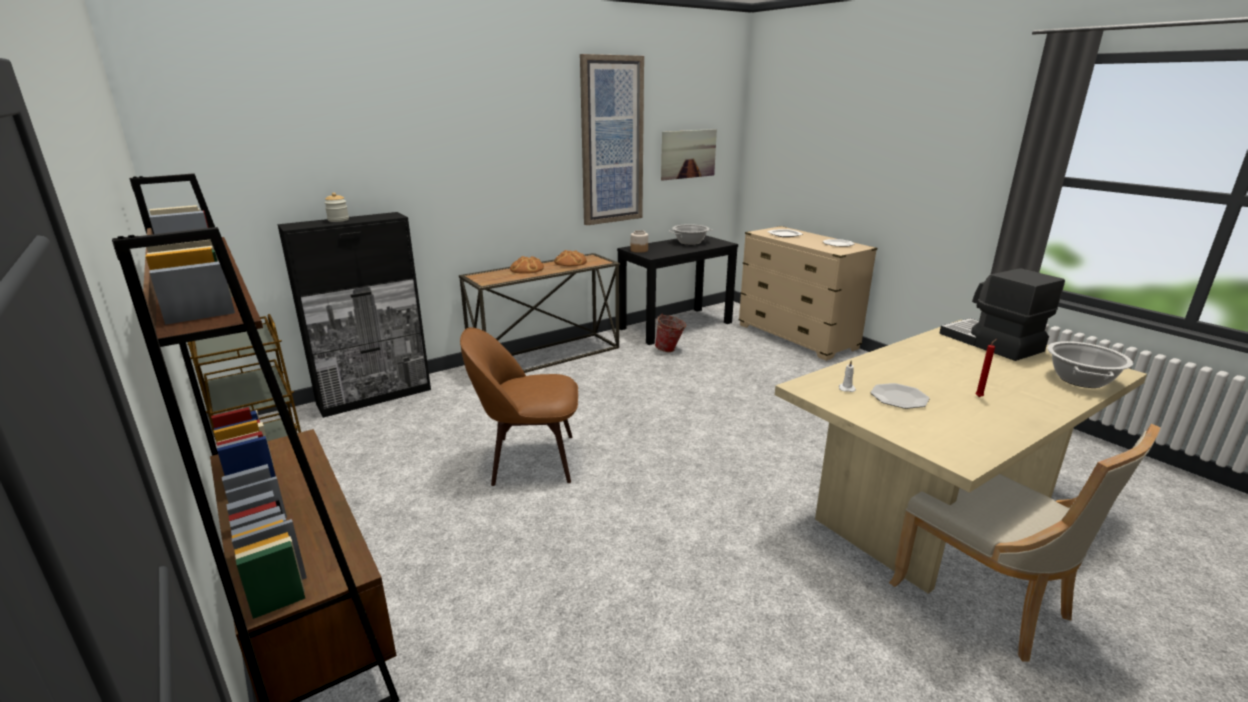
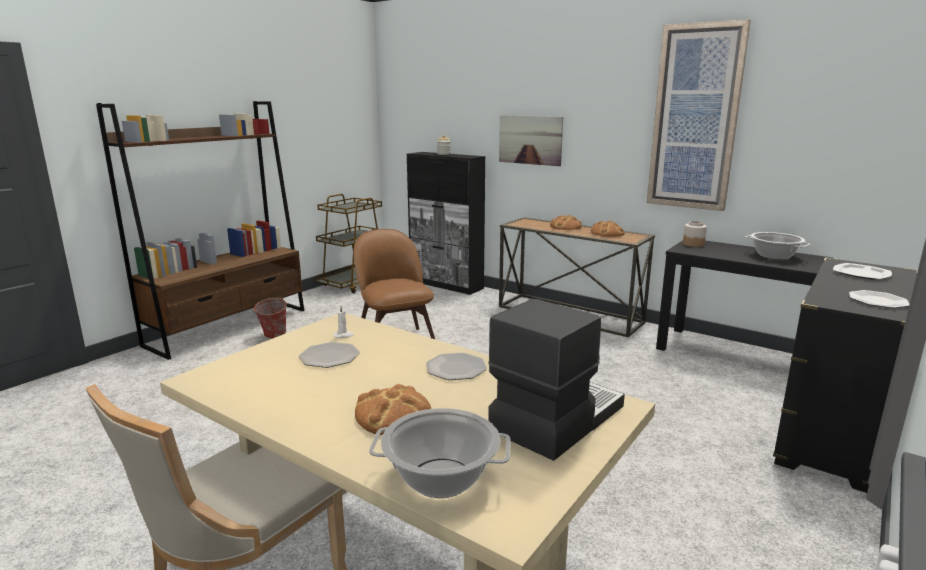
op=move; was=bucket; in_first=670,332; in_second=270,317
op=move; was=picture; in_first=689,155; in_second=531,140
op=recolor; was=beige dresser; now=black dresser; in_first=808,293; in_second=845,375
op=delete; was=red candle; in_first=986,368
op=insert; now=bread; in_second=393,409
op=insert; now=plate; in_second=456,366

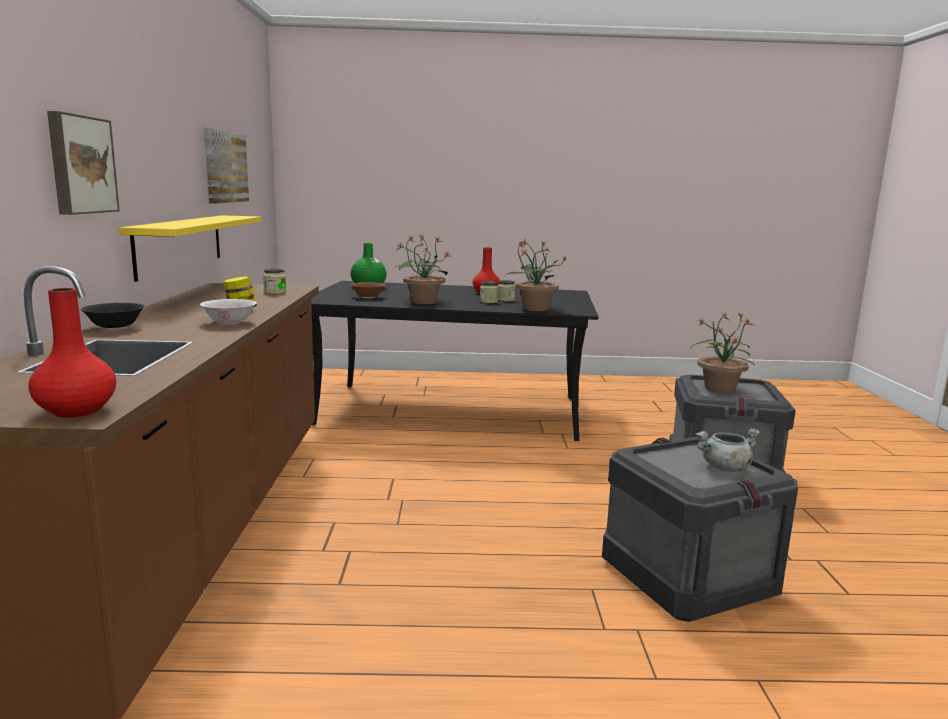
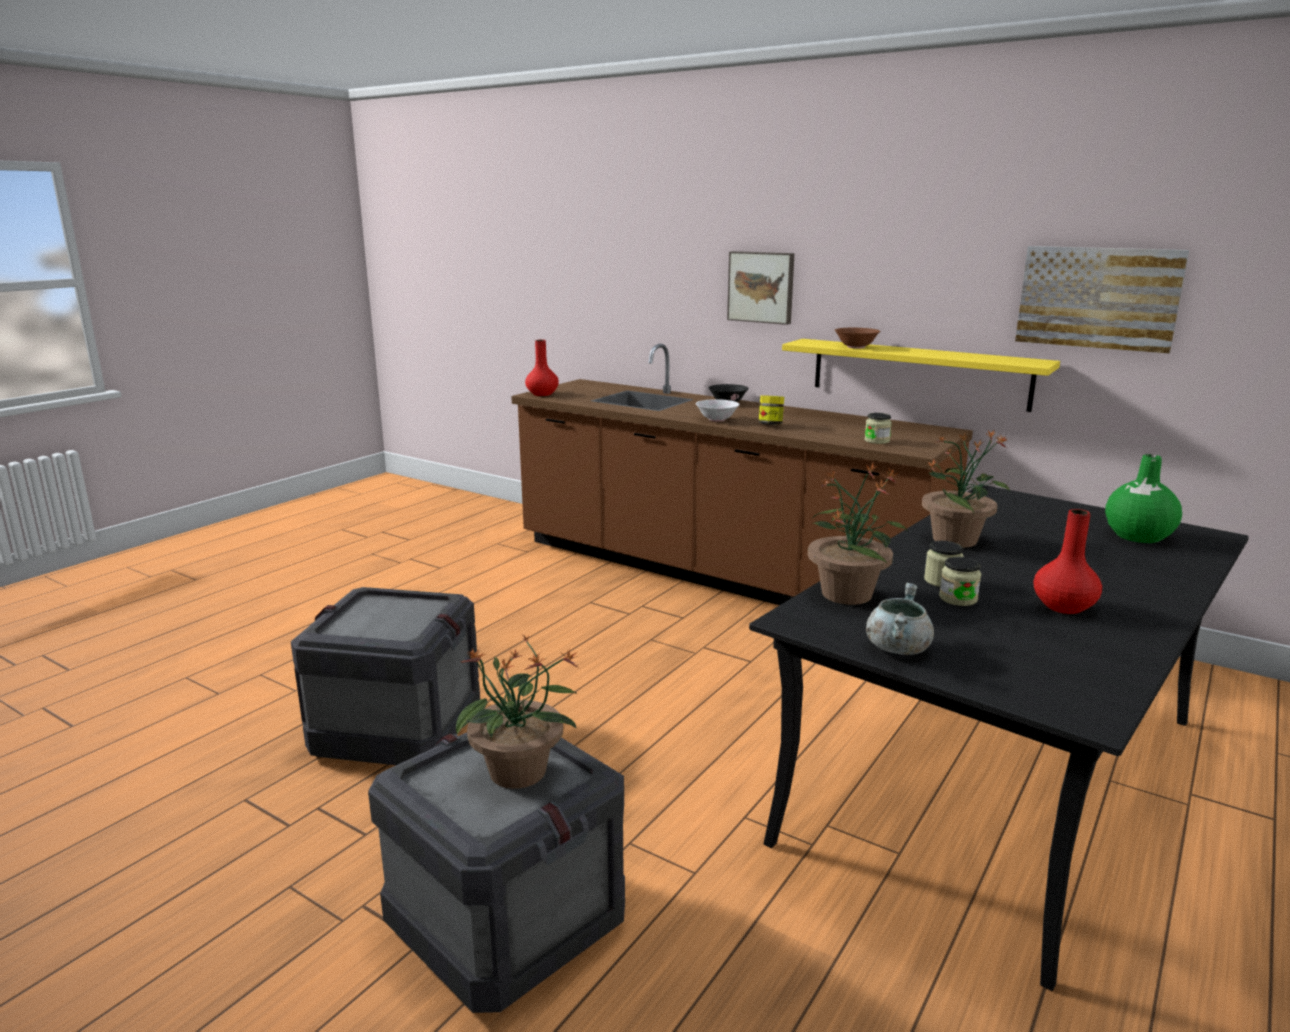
op=move; was=brown bowl; in_first=368,290; in_second=858,338
op=move; was=grey cooking pot; in_first=727,450; in_second=900,619

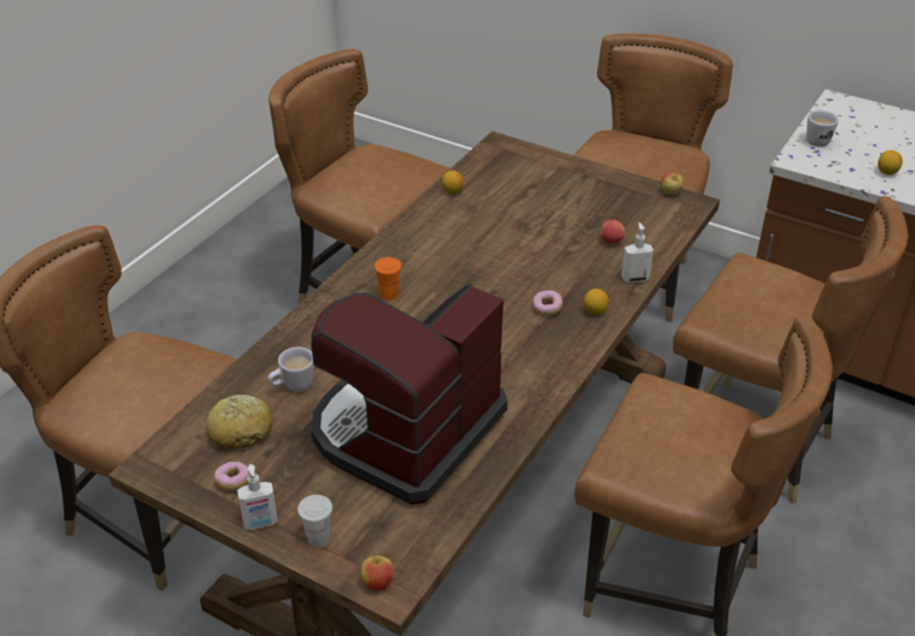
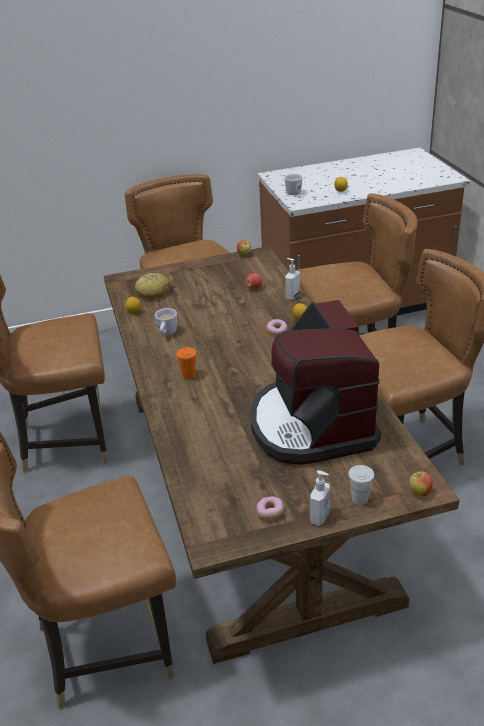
op=move; was=bread; in_first=239,422; in_second=152,286
op=move; was=white mug; in_first=291,369; in_second=166,321

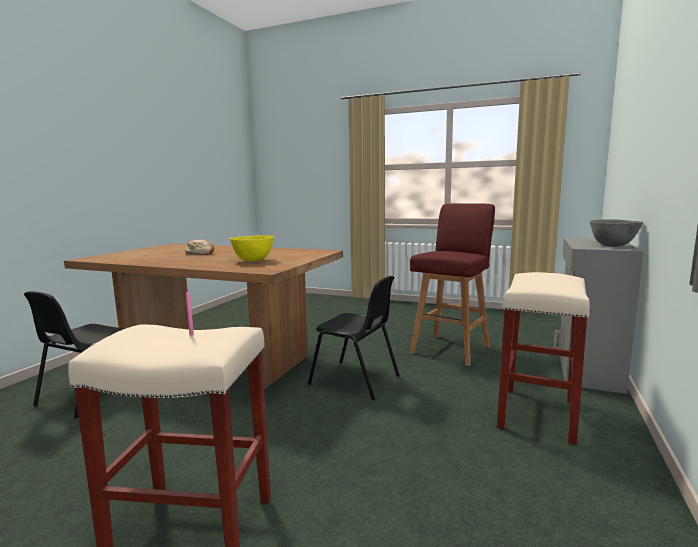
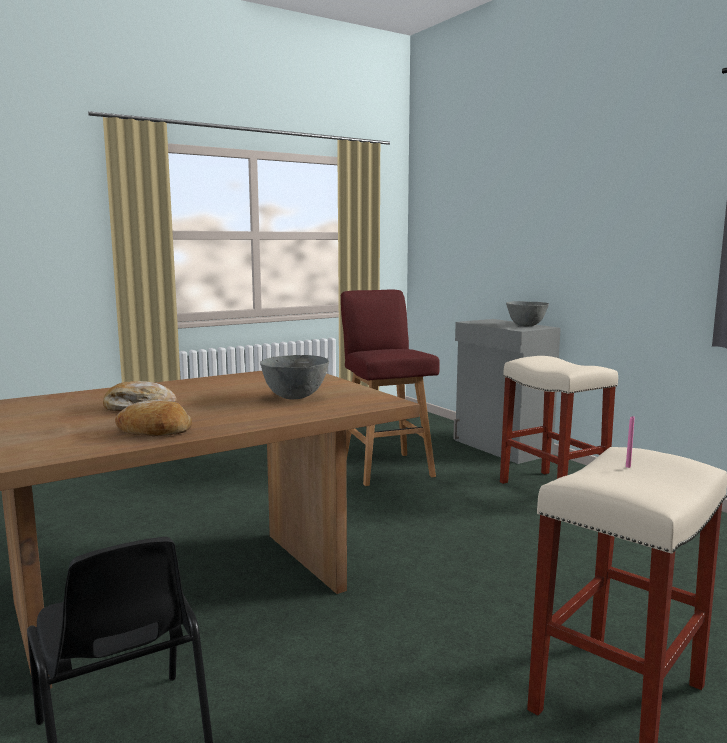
op=recolor; was=yellow bowl; now=grey bowl; in_first=252,248; in_second=294,377
op=delete; was=black chair; in_first=354,338
op=insert; now=bread; in_second=153,418

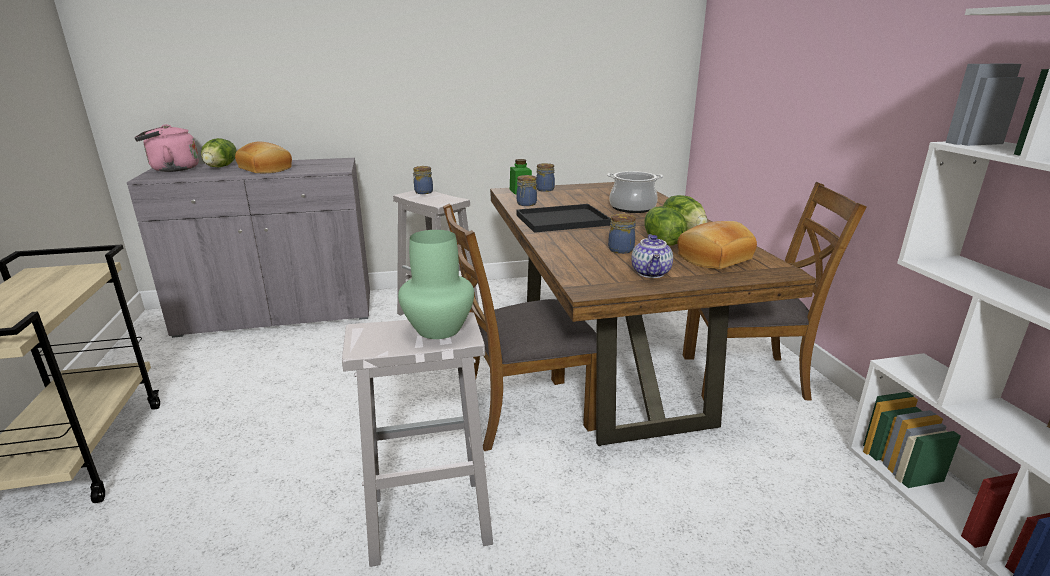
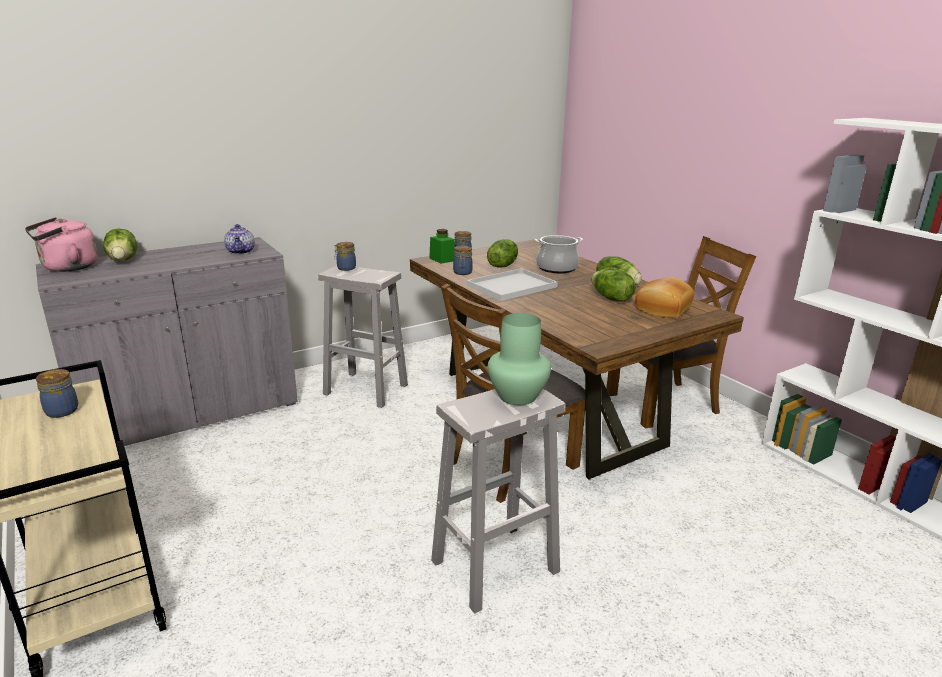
op=delete; was=bread; in_first=263,157
op=recolor; was=black tray; now=white tray; in_first=563,218; in_second=512,284
op=move; was=jar; in_first=622,233; in_second=57,393
op=move; was=teapot; in_first=652,256; in_second=239,239
op=insert; now=lettuce; in_second=502,253

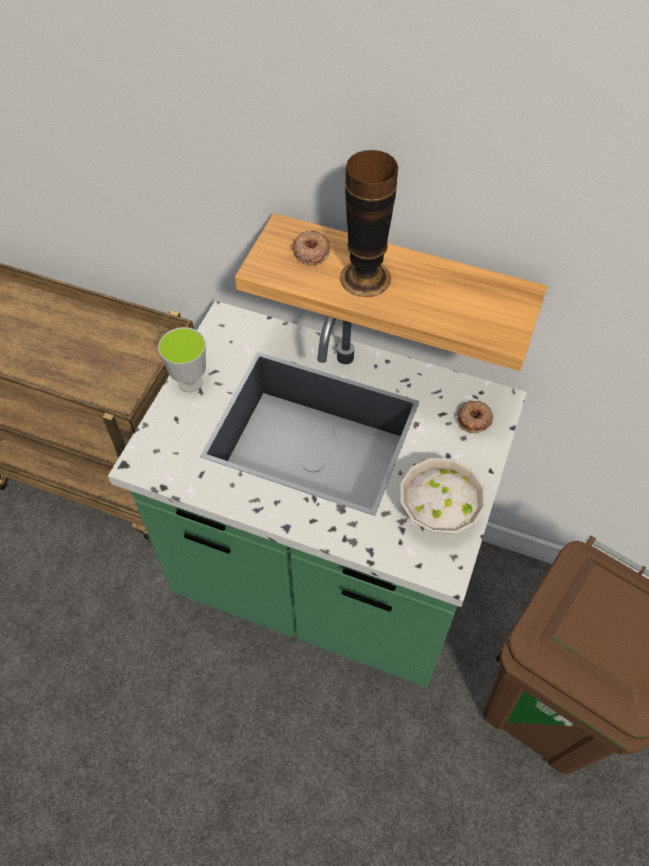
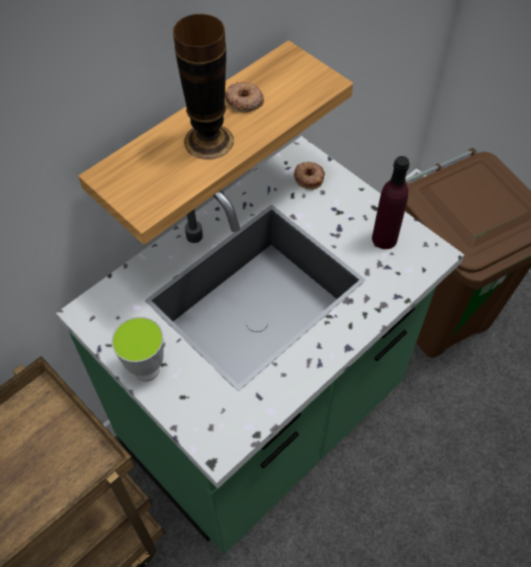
op=move; was=donut; in_first=311,247; in_second=244,97
op=replace; was=white bowl; now=purple bottle; in_first=443,496; in_second=391,202

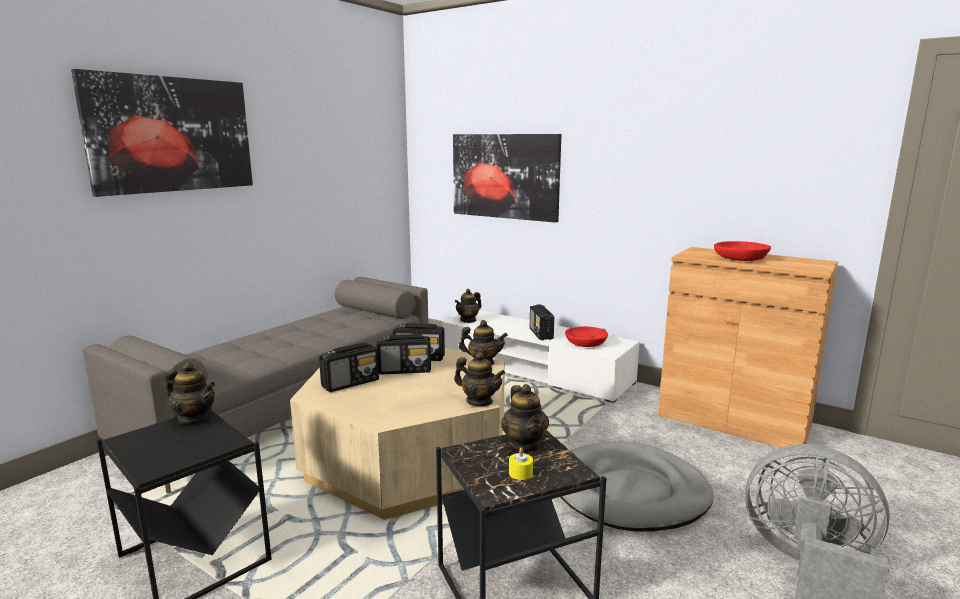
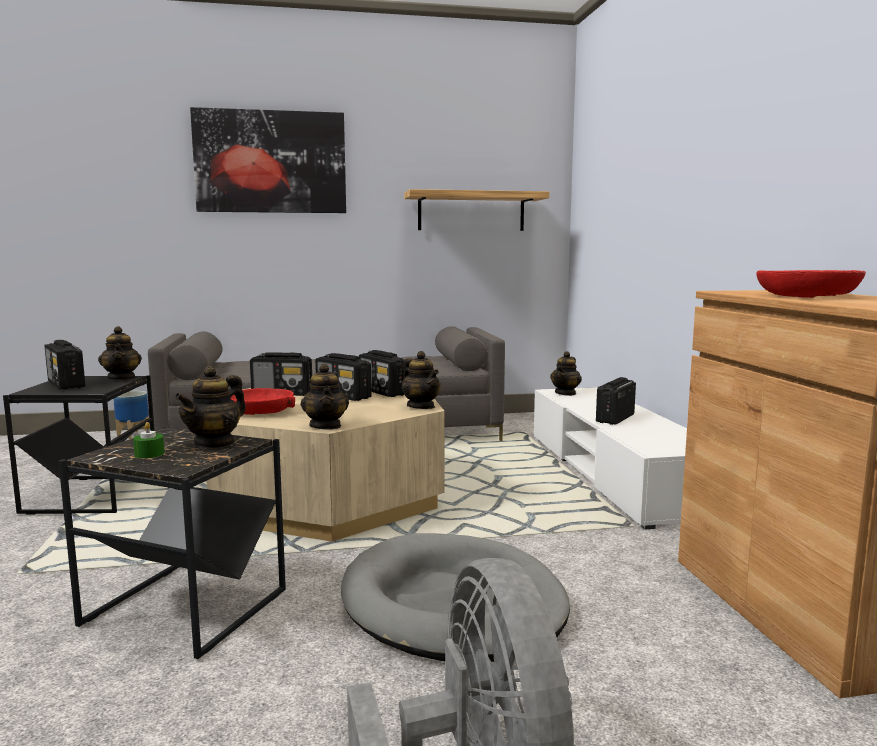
op=delete; was=picture; in_first=507,178
op=rotate; was=teapot; in_first=468,306; in_second=566,373; clockwise=-60
op=recolor; was=yellow candle; now=green candle; in_first=521,463; in_second=148,440
op=move; was=red bowl; in_first=586,336; in_second=263,401
op=insert; now=radio; in_second=64,365
op=insert; now=planter; in_second=131,415
op=insert; now=shelf; in_second=476,210

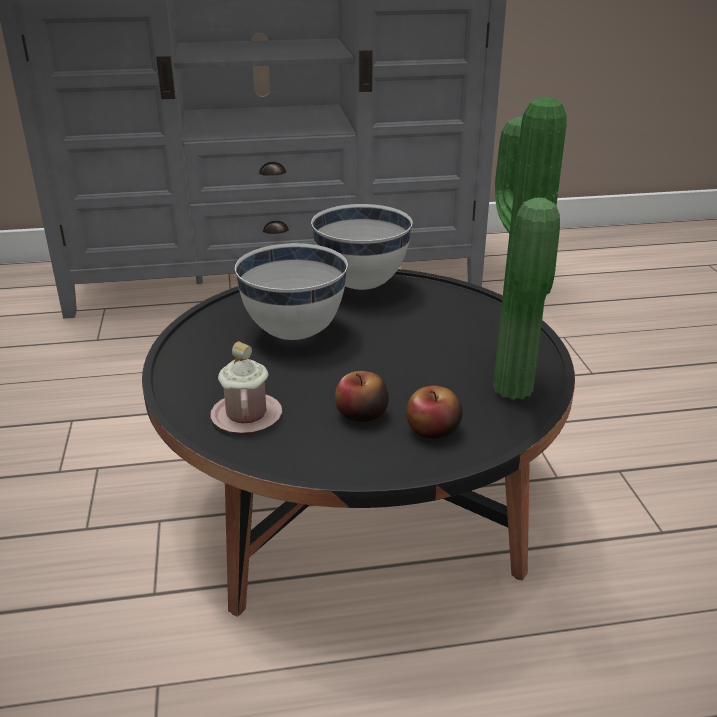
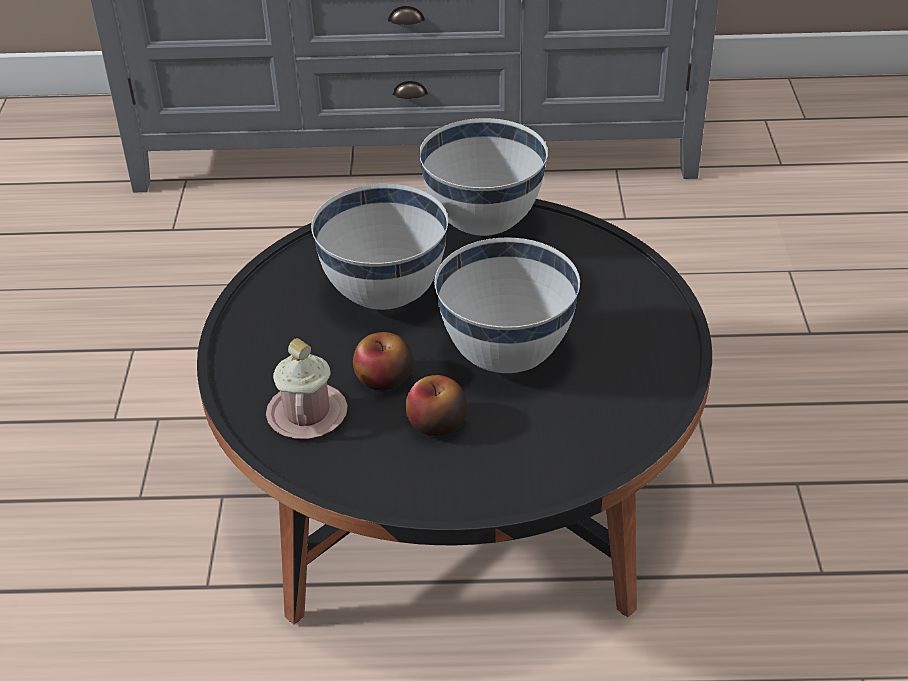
op=move; was=apple; in_first=434,412; in_second=383,361
op=delete; was=potted plant; in_first=530,248
op=insert; now=white bowl; in_second=507,305

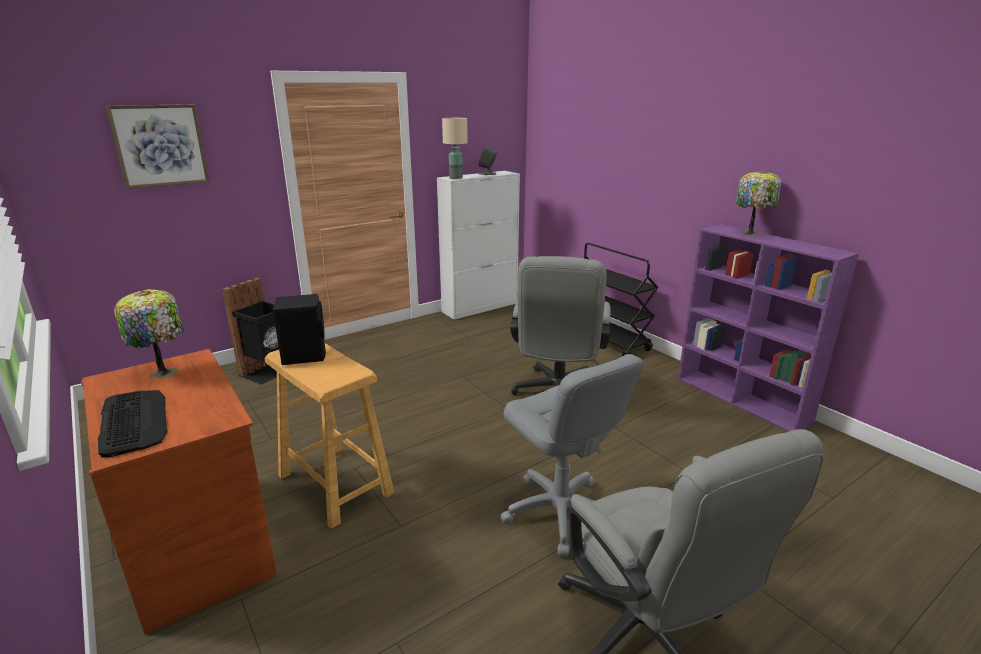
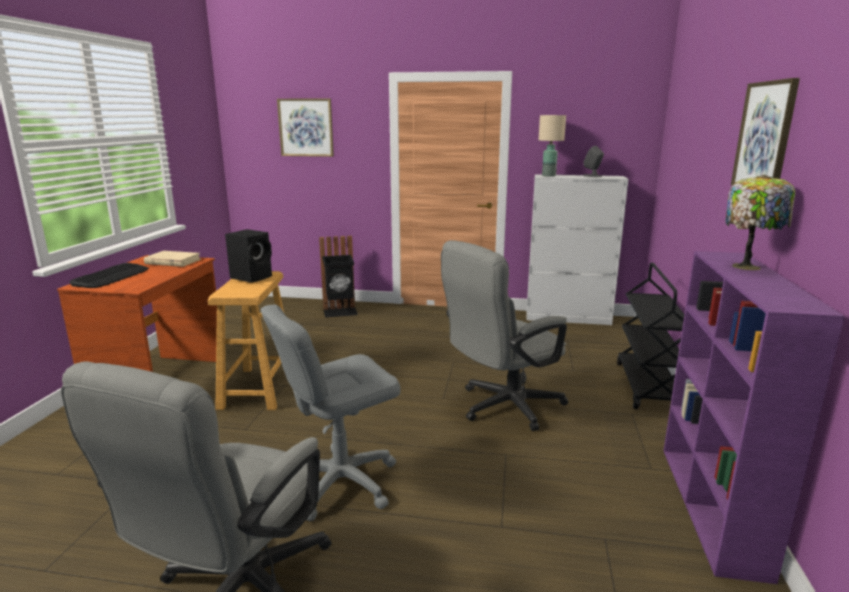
op=replace; was=table lamp; now=beige book; in_first=149,334; in_second=172,259
op=rotate; was=grey office chair; in_first=572,455; in_second=331,412; clockwise=45
op=insert; now=picture; in_second=765,131

